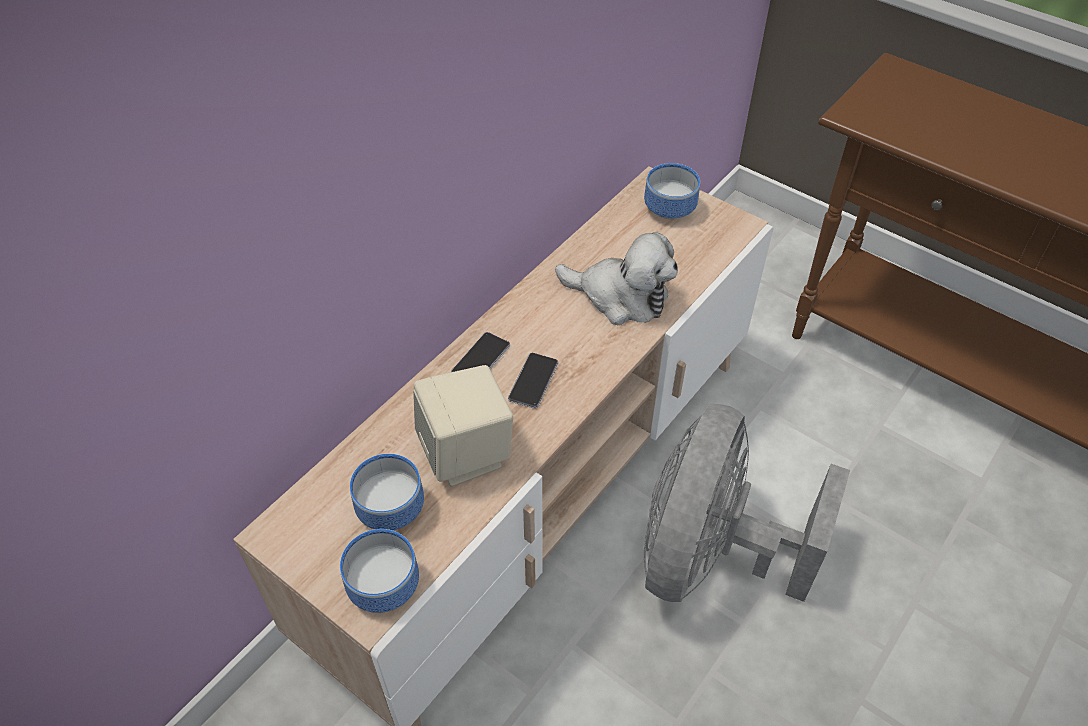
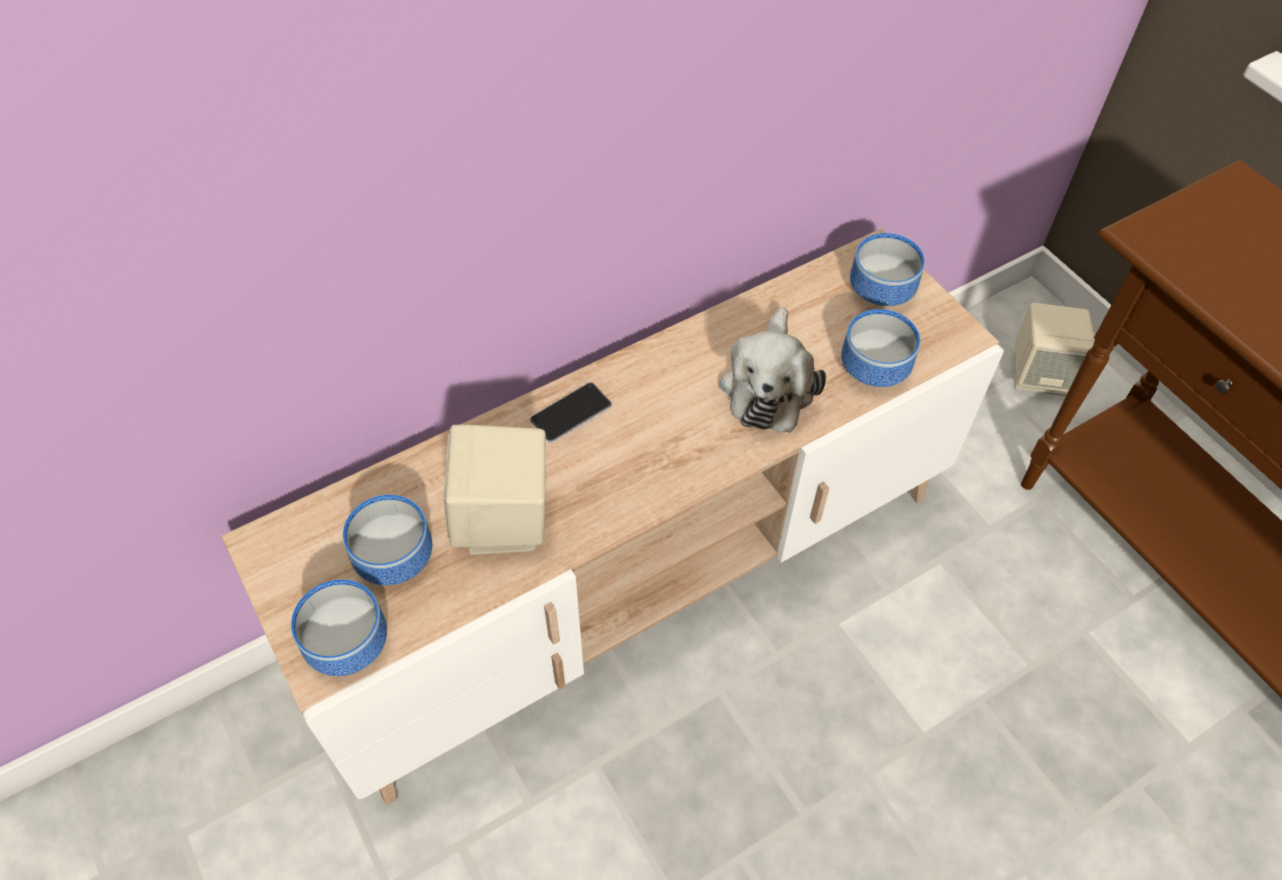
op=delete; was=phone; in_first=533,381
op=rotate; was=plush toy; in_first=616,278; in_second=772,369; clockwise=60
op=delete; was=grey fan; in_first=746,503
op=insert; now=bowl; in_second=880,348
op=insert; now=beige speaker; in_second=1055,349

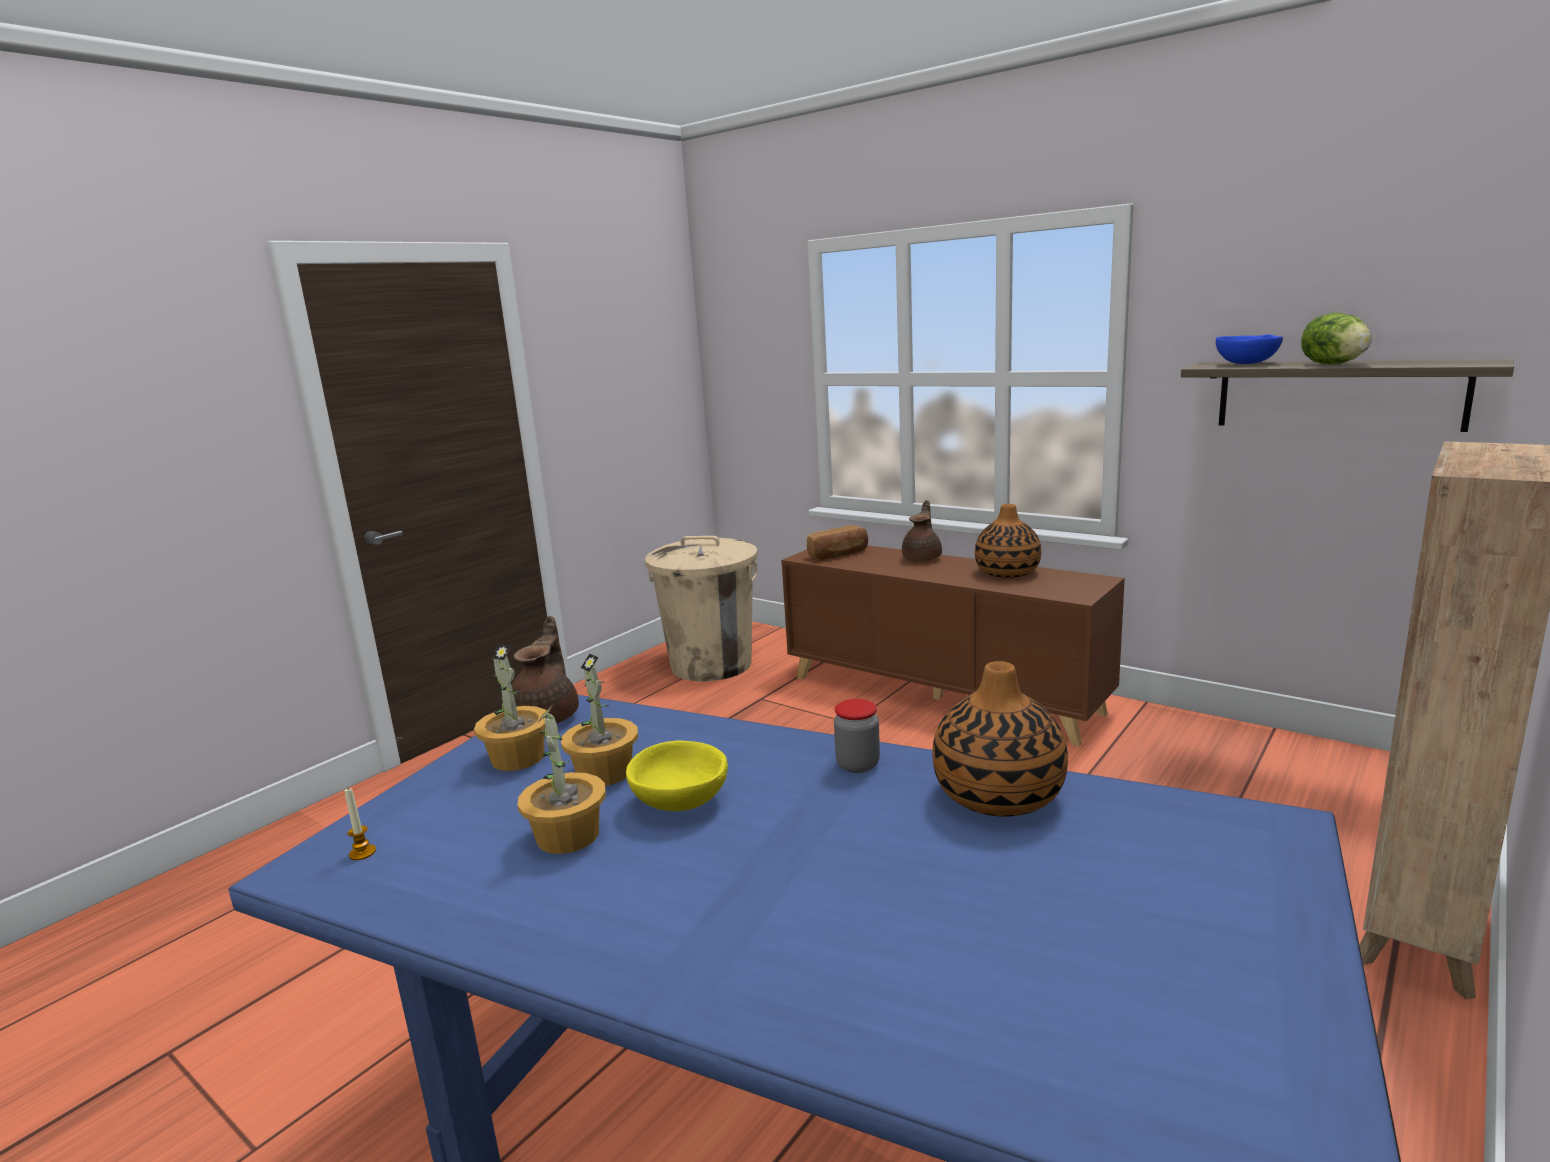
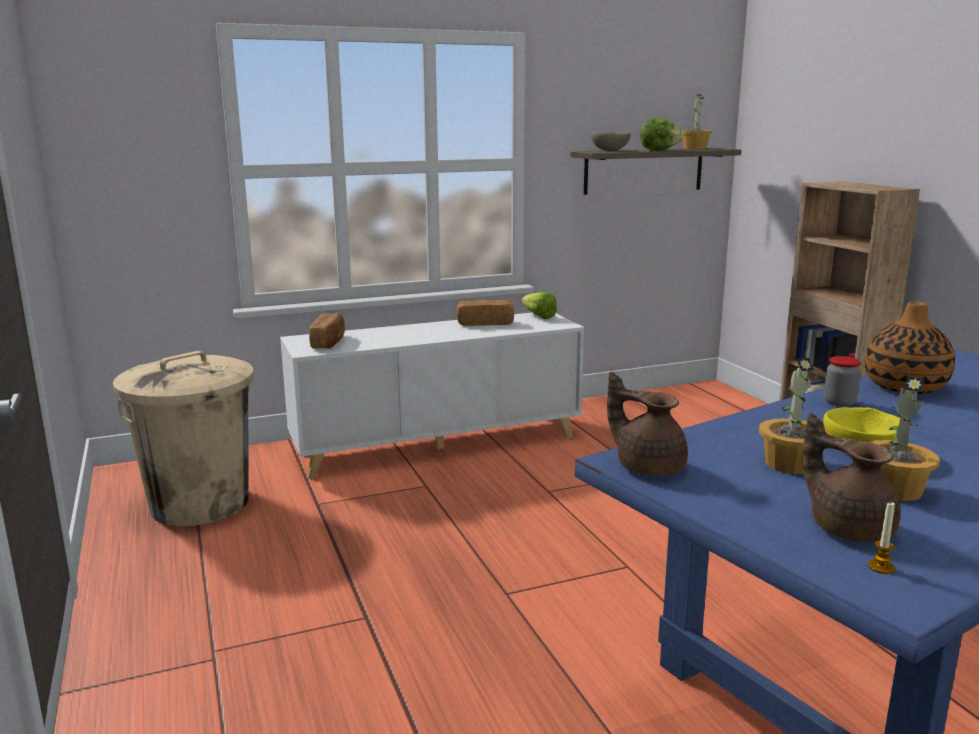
op=move; was=potted plant; in_first=510,707; in_second=697,121
op=recolor; was=brown cabinet; now=white cabinet; in_first=953,646; in_second=432,396
op=move; was=brown teapot; in_first=922,530; in_second=852,477
op=replace; was=vase; now=bread; in_first=1008,541; in_second=485,313
op=recolor; was=blue bowl; now=beige bowl; in_first=1249,349; in_second=611,141
op=insert; now=lettuce; in_second=539,305

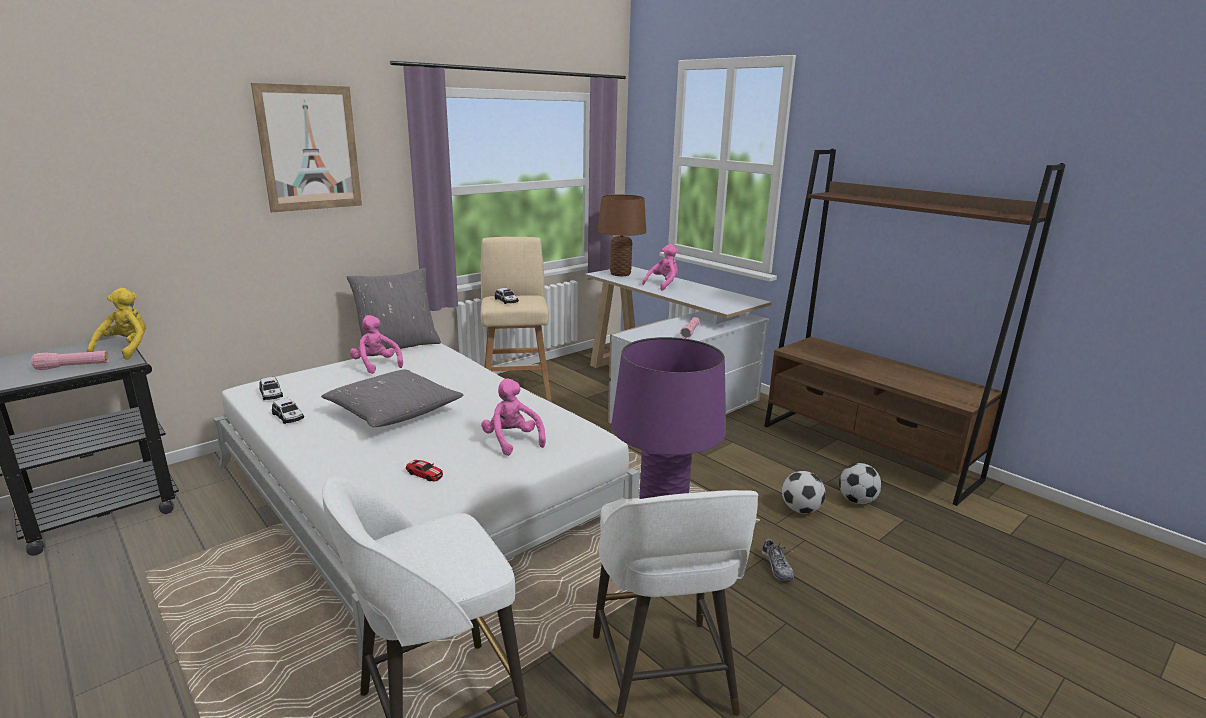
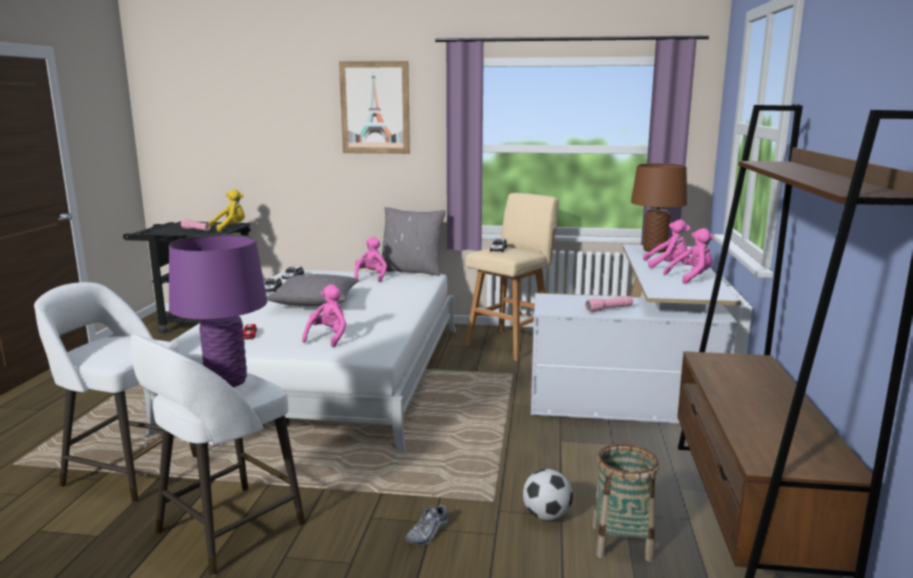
op=replace; was=football; now=basket; in_first=860,483; in_second=625,502
op=insert; now=pink plush toy; in_second=688,256

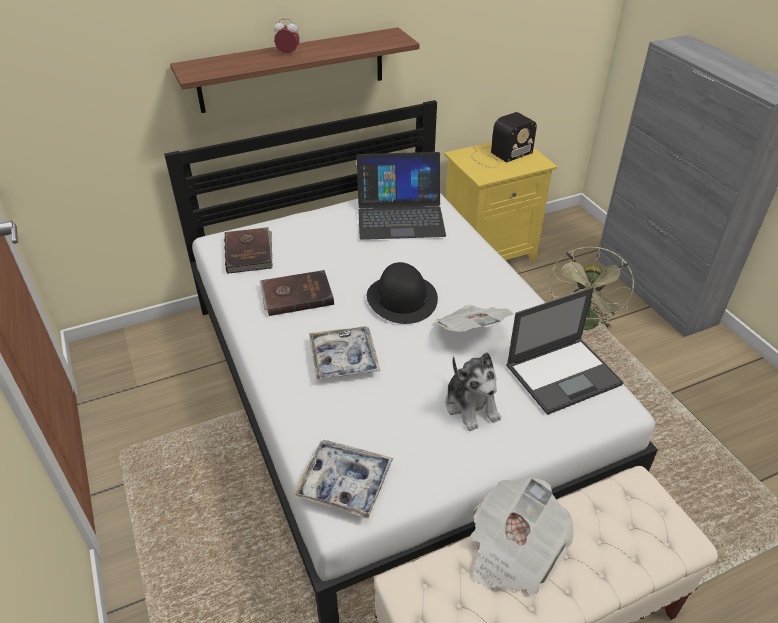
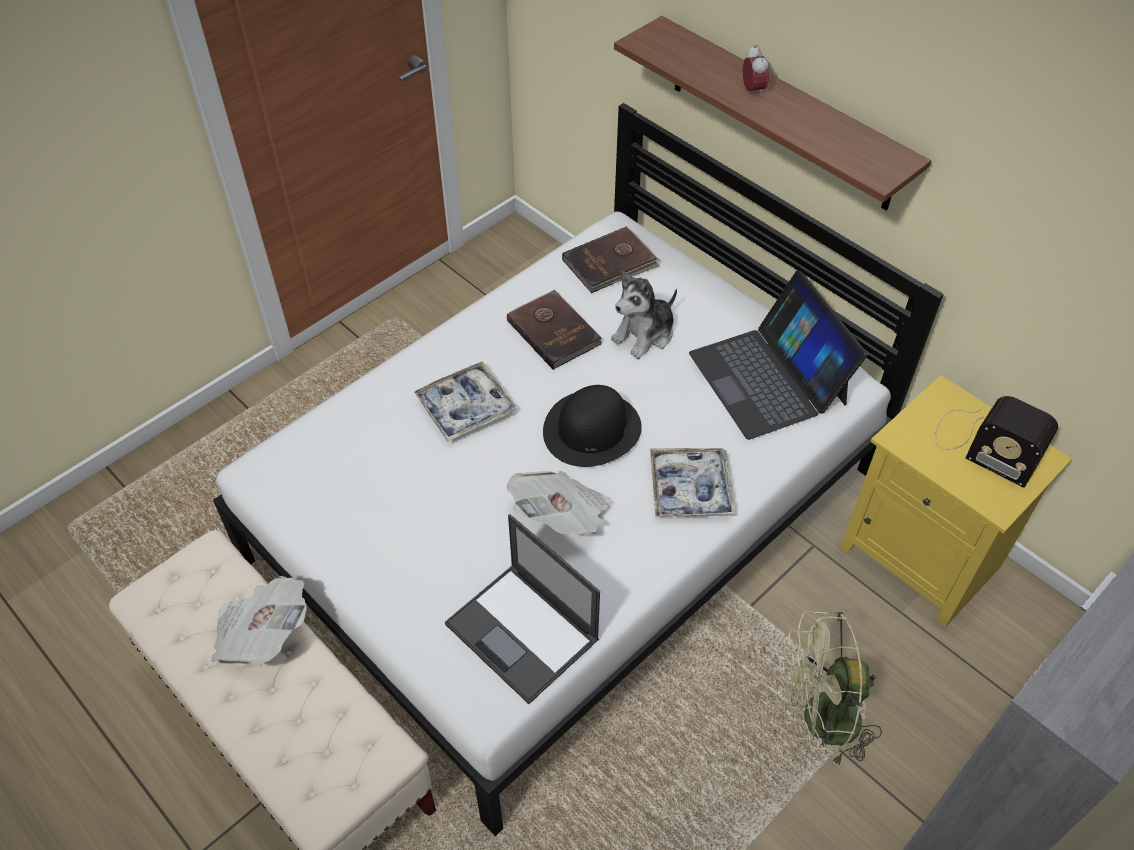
op=move; was=tray; in_first=342,479; in_second=693,482
op=move; was=plush toy; in_first=473,391; in_second=644,315

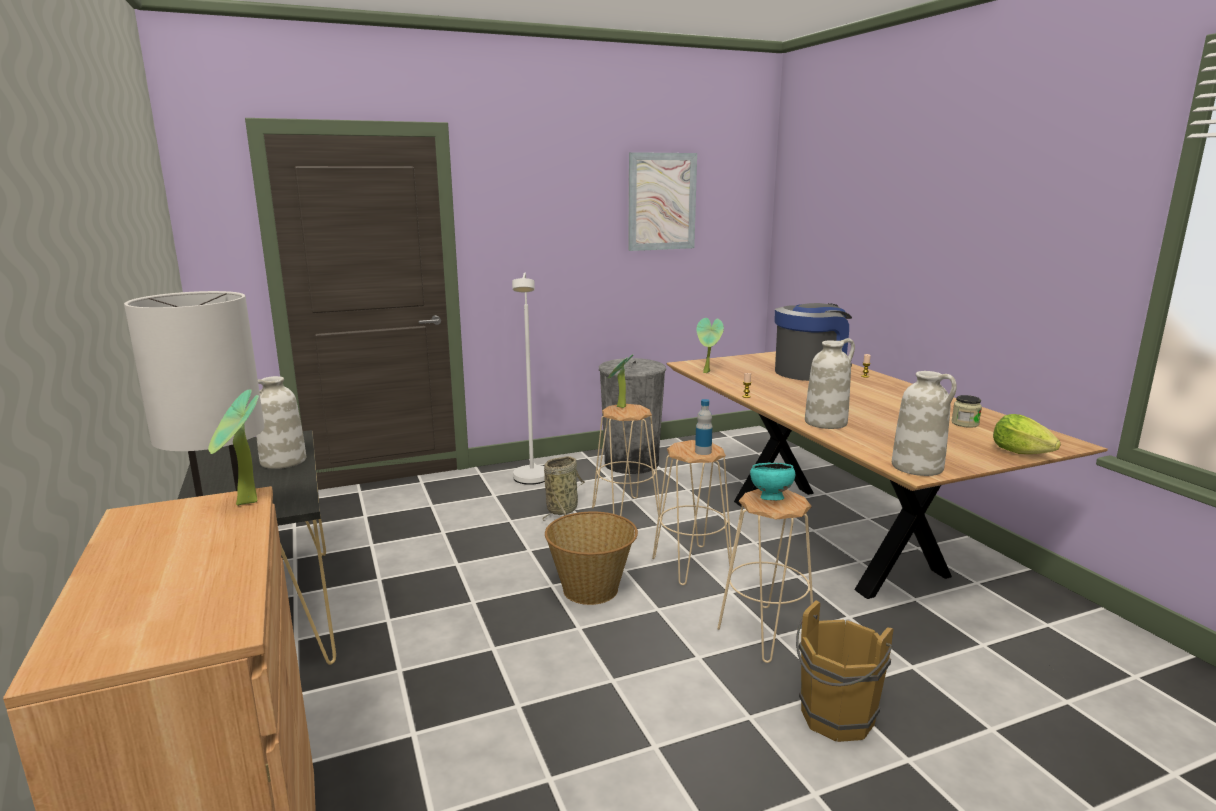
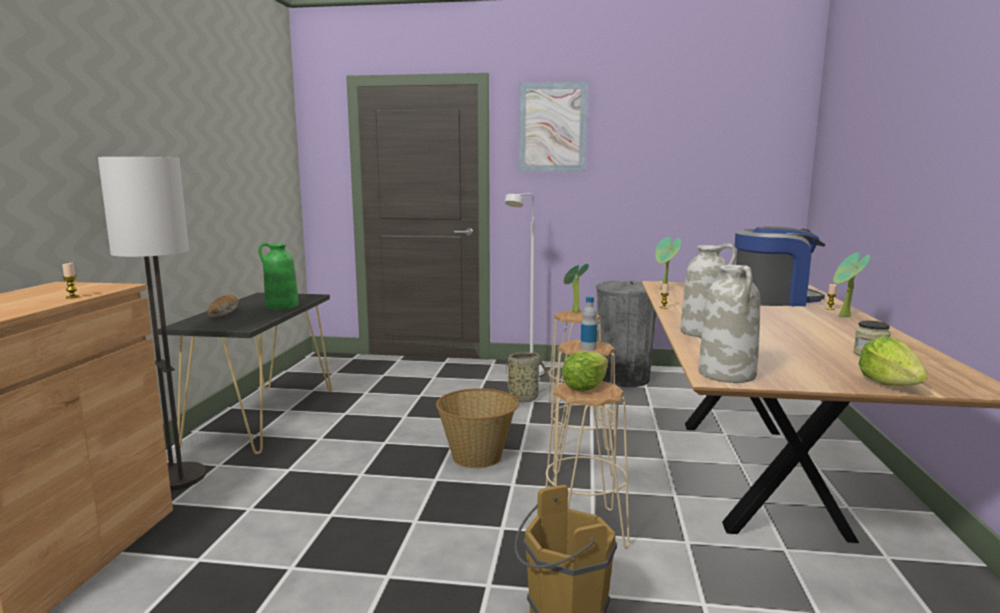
op=move; was=potted plant; in_first=233,447; in_second=851,285
op=recolor; was=white vase; now=green vase; in_first=281,422; in_second=278,276
op=move; was=picture; in_first=662,201; in_second=553,127
op=replace; was=turquoise bowl; now=lettuce; in_first=772,481; in_second=585,371
op=insert; now=candle; in_second=70,281
op=insert; now=bread; in_second=223,305

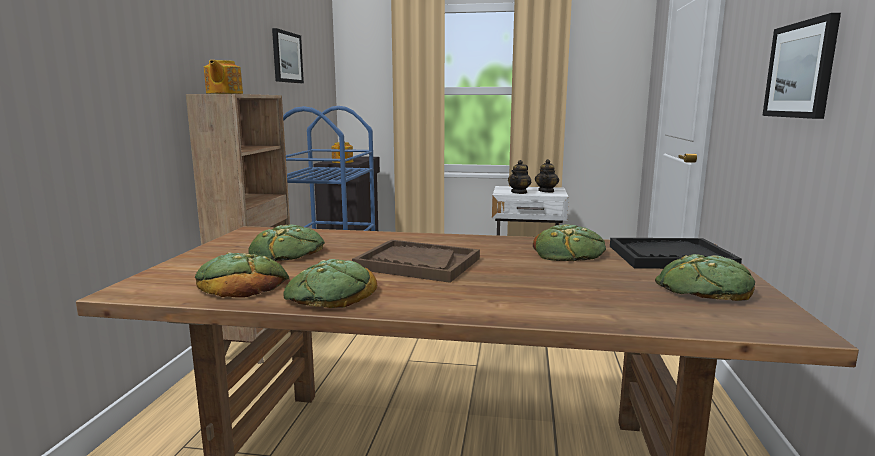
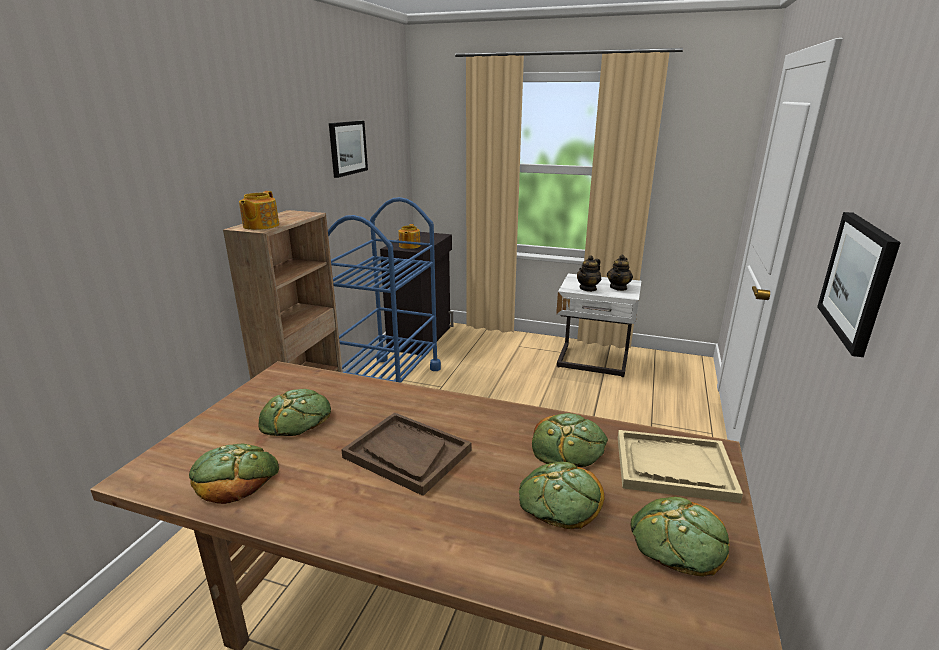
op=move; was=bread; in_first=330,283; in_second=561,495
op=recolor; was=black tray; now=beige tray; in_first=676,253; in_second=680,466

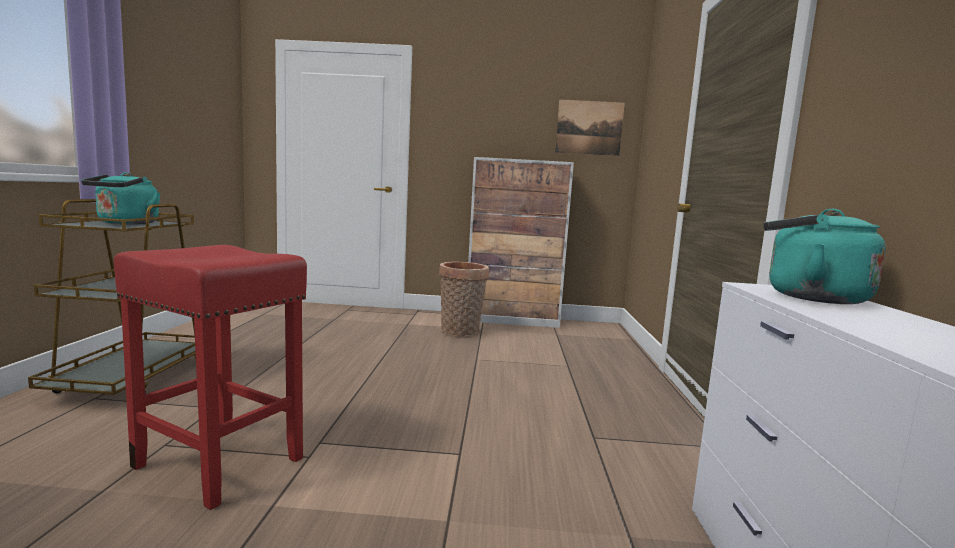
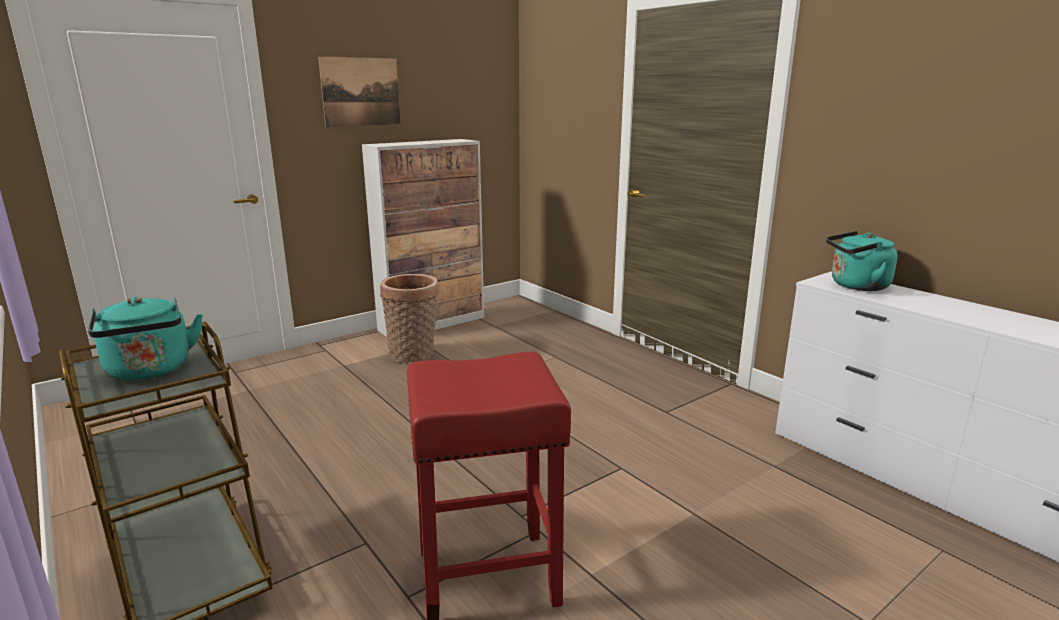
op=move; was=picture; in_first=590,127; in_second=359,91

